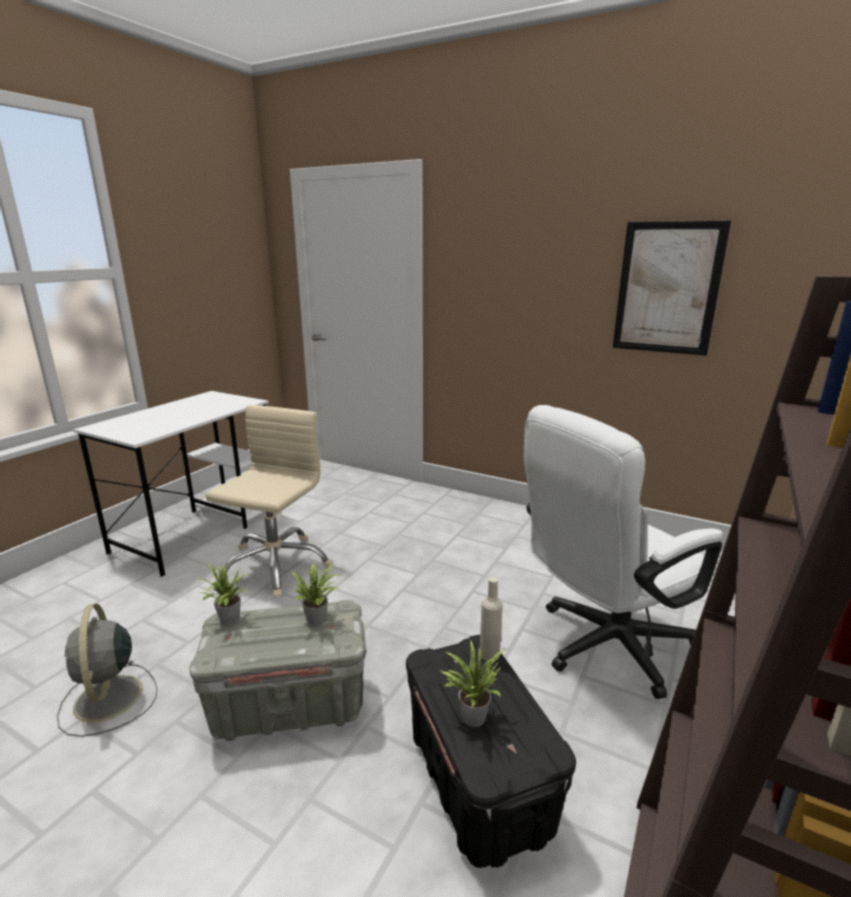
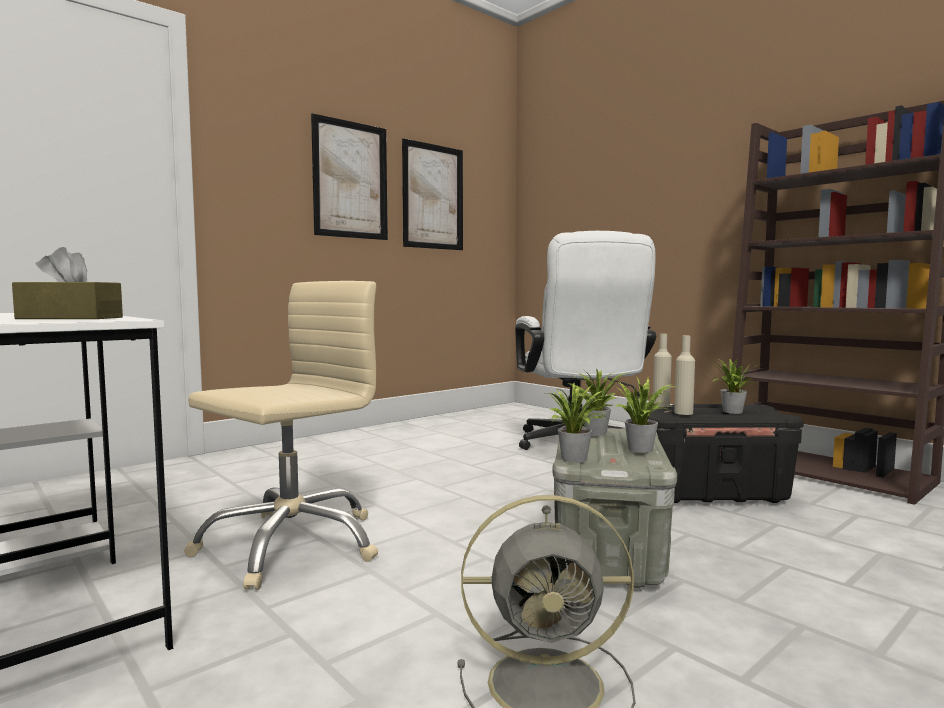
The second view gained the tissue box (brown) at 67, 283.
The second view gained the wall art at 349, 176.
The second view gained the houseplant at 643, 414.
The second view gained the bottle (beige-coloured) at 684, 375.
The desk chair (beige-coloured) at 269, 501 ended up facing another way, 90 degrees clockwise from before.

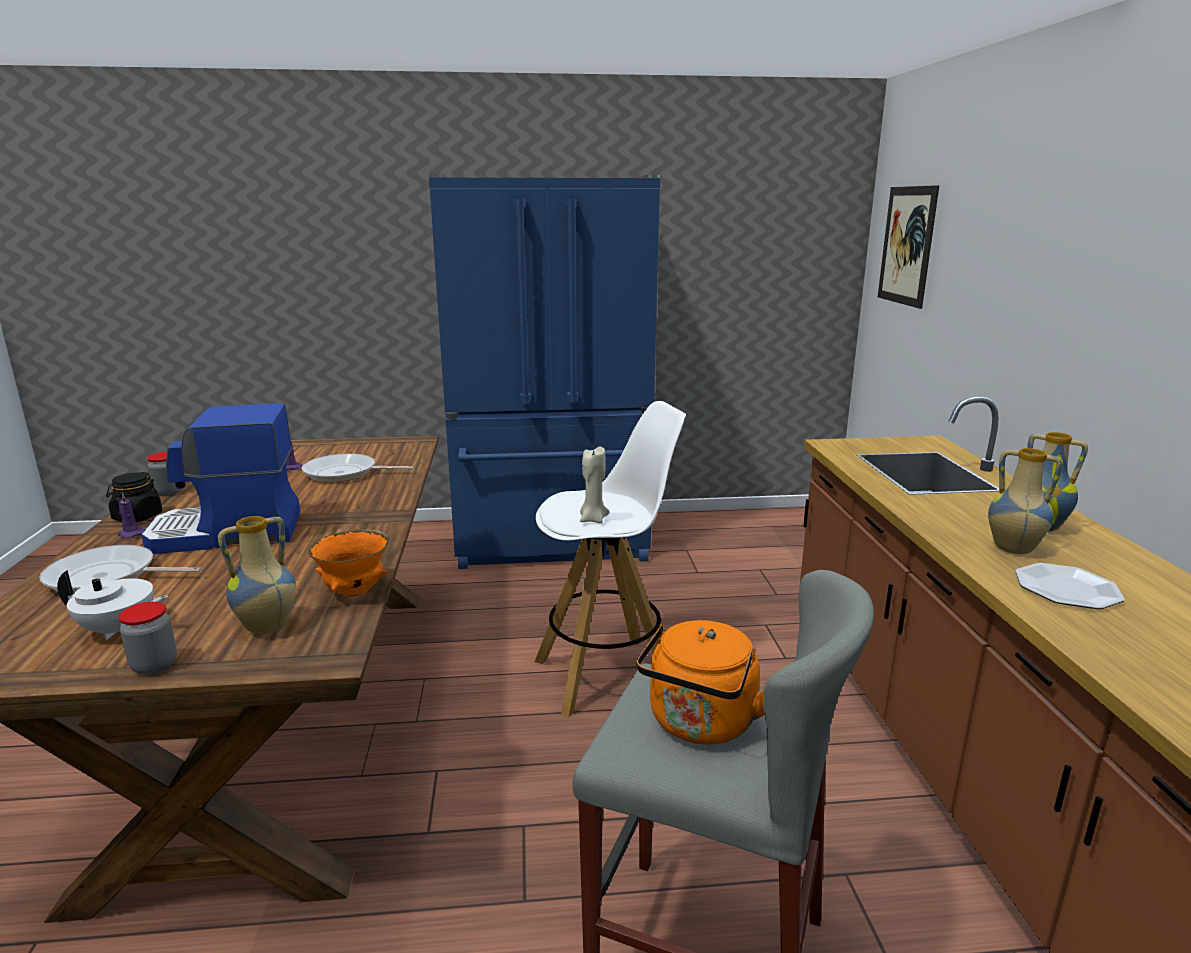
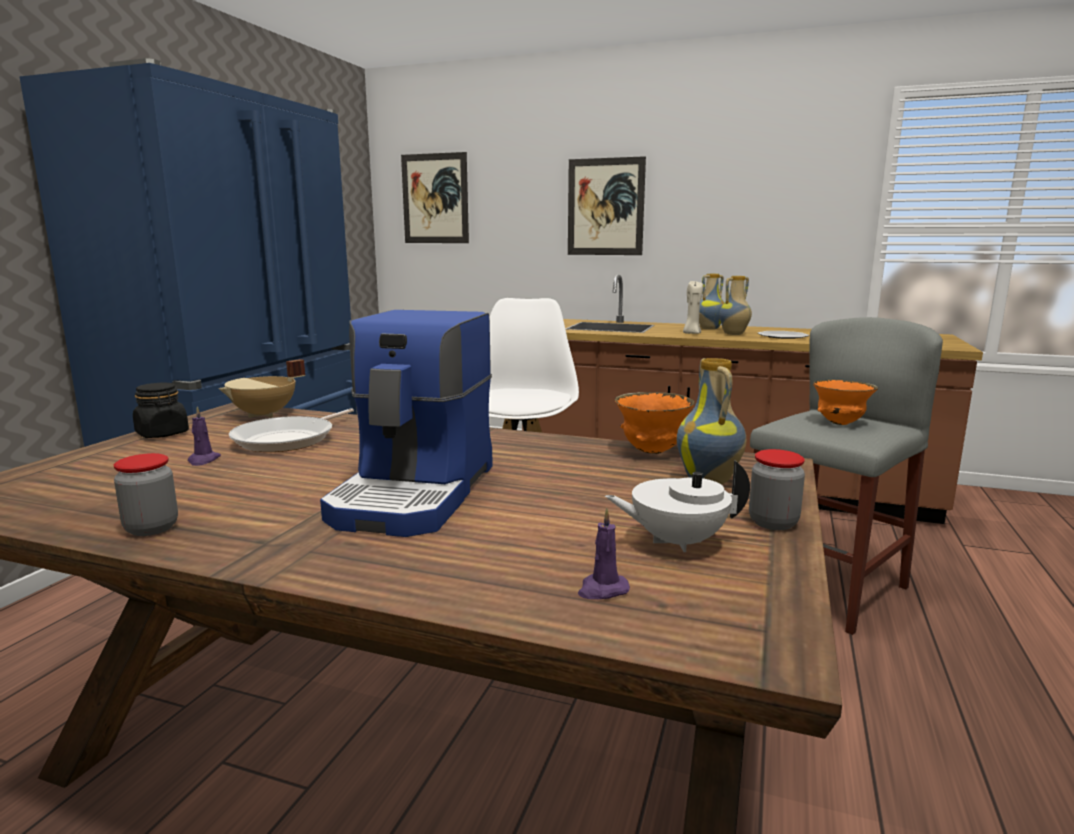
The second view lost the frying pan at 120, 569.
The second view gained the saucepot (beige-coloured) at 262, 388.
The second view gained the wall art at 607, 205.
The jar (black-coloured) ended up elsewhere, having gone from 134, 497 to 161, 410.
The wax candle (purple-coloured) ended up elsewhere, having gone from 131, 515 to 604, 553.
The wax candle (beige-coloured) ended up elsewhere, having gone from 595, 484 to 693, 307.
Where the tea kettle (orange-coloured) stood at 700, 682, the bowl (orange-coloured) came to stand at 846, 402.
The teapot (white) at 112, 605 ended up facing another way, 120 degrees counterclockwise from before.

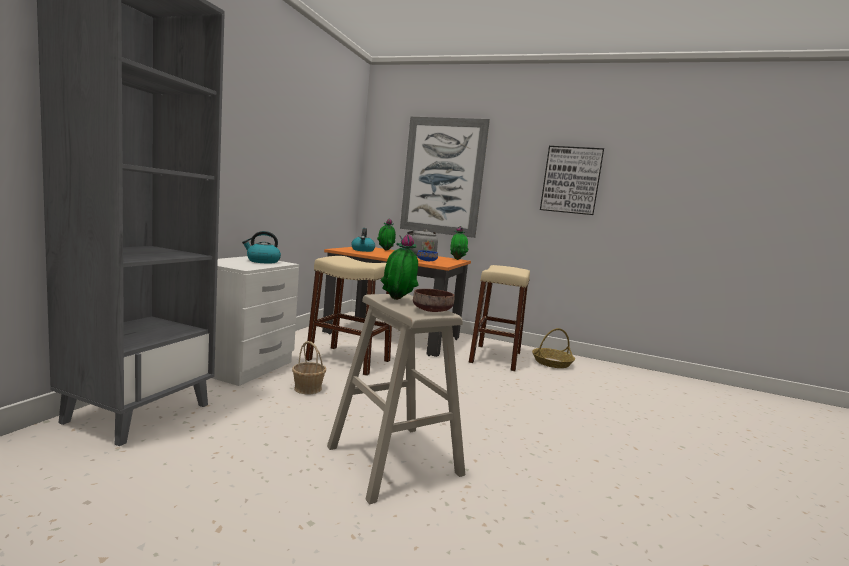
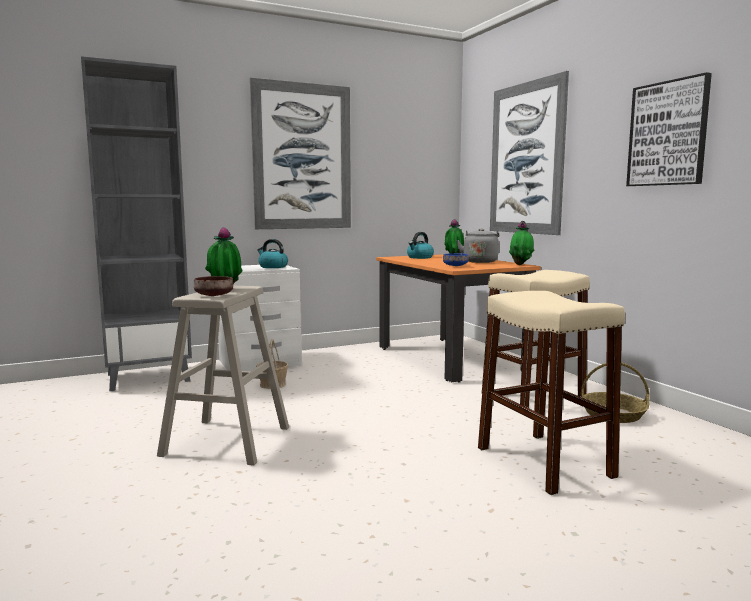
The second view gained the wall art at 300, 153.
The sitting stool (beige-coloured) ended up elsewhere, having gone from 349, 316 to 551, 393.

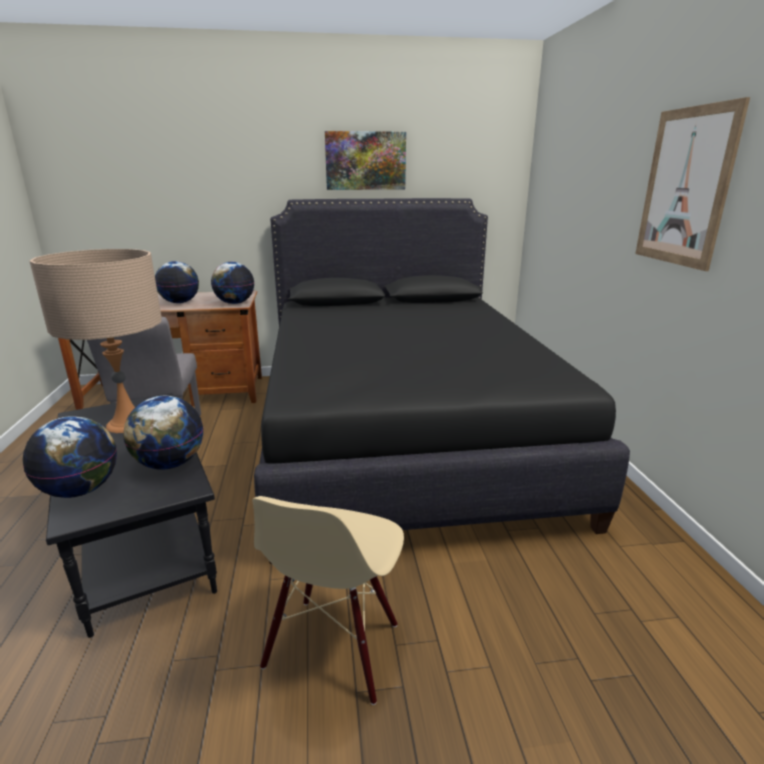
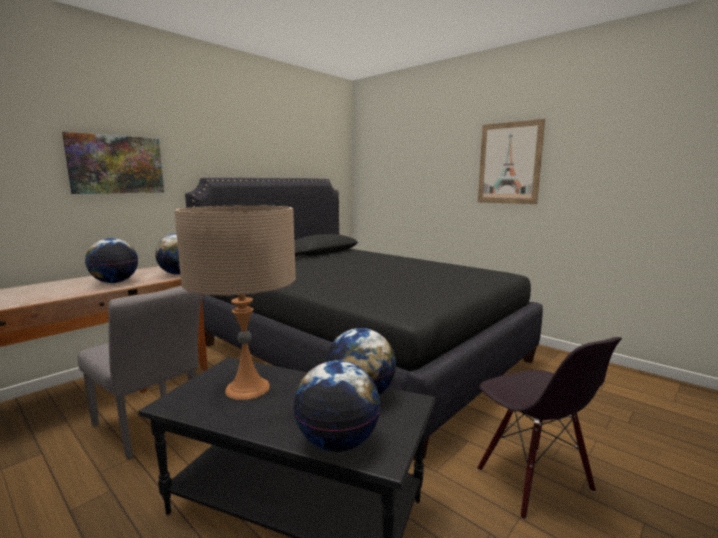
The wall art ended up elsewhere, having gone from 365, 160 to 113, 163.
What was the chair (beige-coloured) at 328, 600 turned into the chair (black-coloured) at 549, 428.

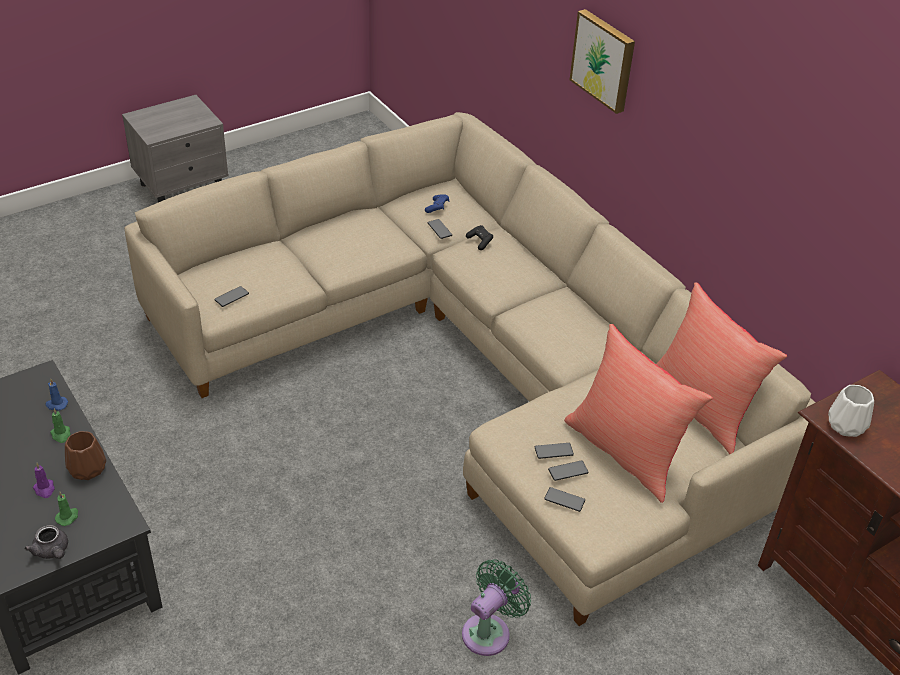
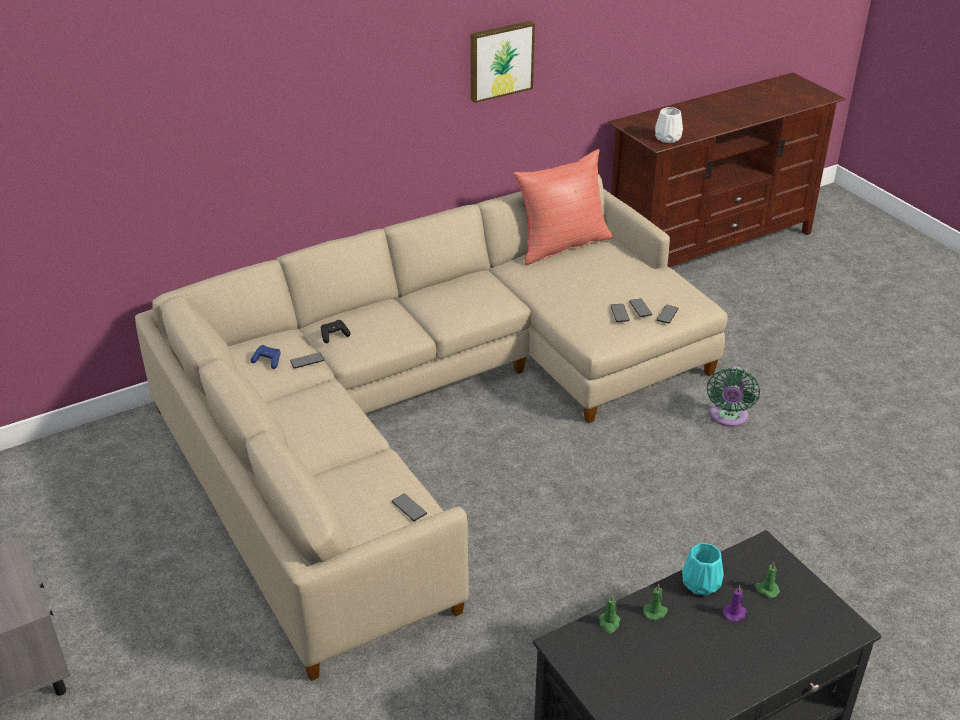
The second view lost the teapot (greyish) at 46, 542.
The second view lost the pillow (reddish) at 638, 413.
The wall art ended up elsewhere, having gone from 602, 61 to 502, 62.
What was the wax candle (blue) at 56, 394 turned into the wax candle (green-coloured) at 609, 614.
What was the vase (brown) at 85, 455 turned into the vase (turquoise) at 703, 569.
The fan (green-coloured) at 496, 607 ended up facing another way, 120 degrees counterclockwise from before.

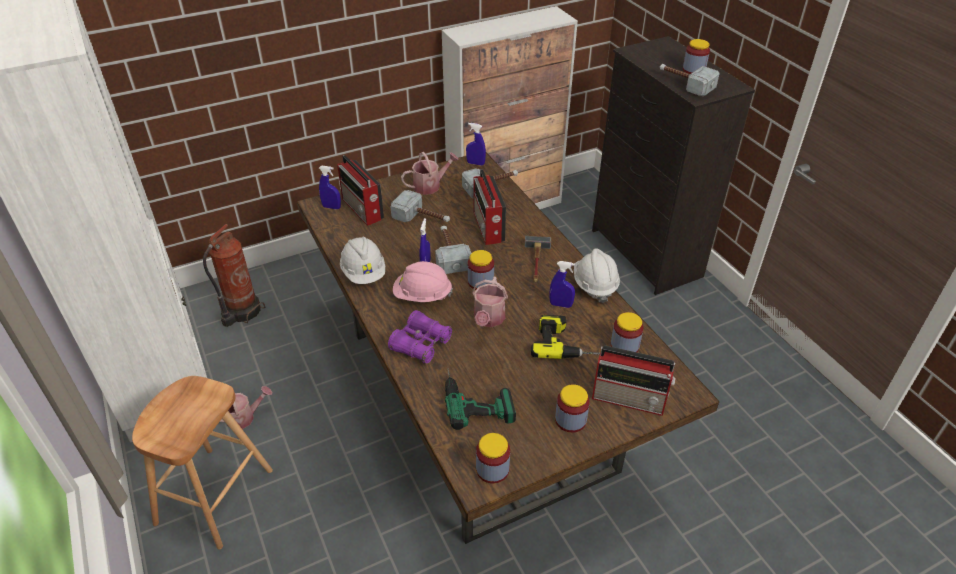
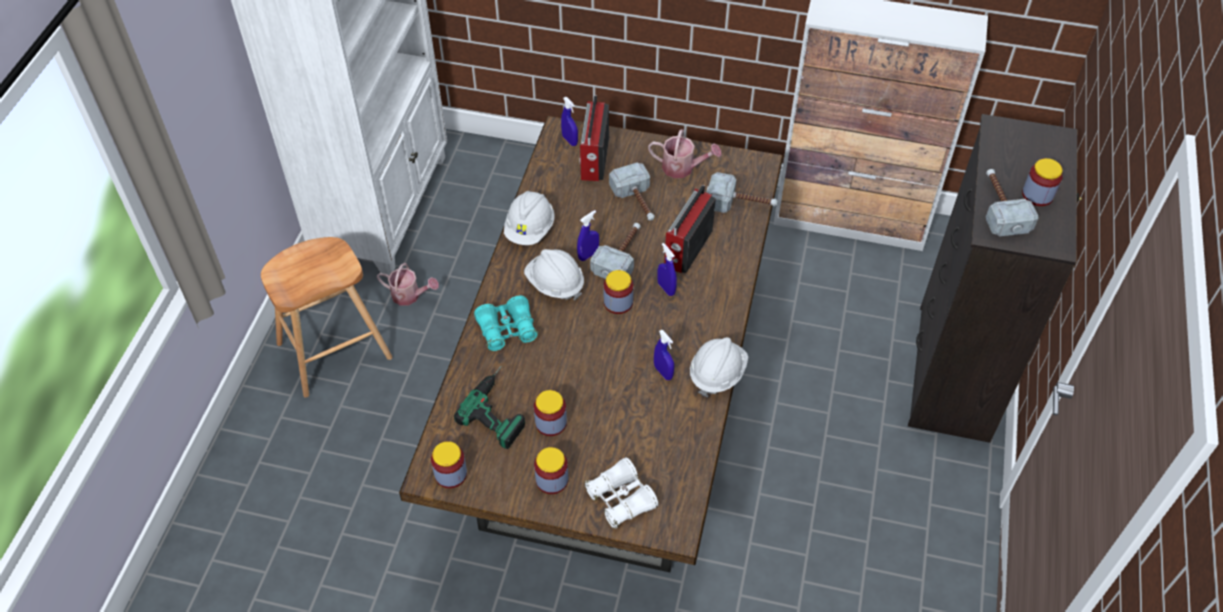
The second view lost the fire-fighting cylinder at 234, 275.
The second view lost the watering pot at 490, 302.
The second view lost the hand hammer at 538, 259.
The second view lost the power drill at 565, 337.
The sprayer (blue) ended up elsewhere, having gone from 476, 144 to 667, 269.
The jar ended up elsewhere, having gone from 627, 332 to 550, 413.
Where the radio stood at 634, 380, the pair of binoculars (white) came to stand at 621, 493.
What was the pair of binoculars (purple-coloured) at 420, 337 turned into the pair of binoculars (turquoise) at 506, 323.
What was the work helmet (pink-coloured) at 423, 281 turned into the work helmet (white) at 554, 274.

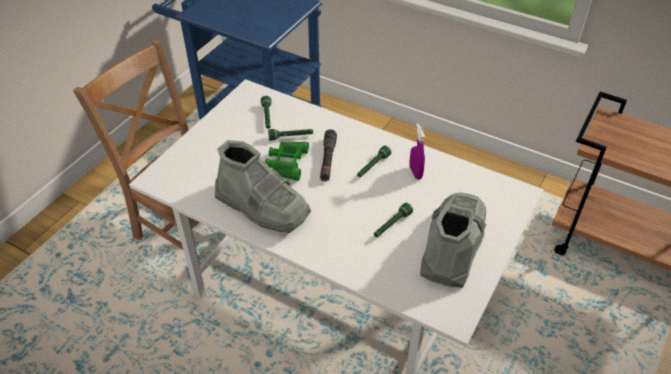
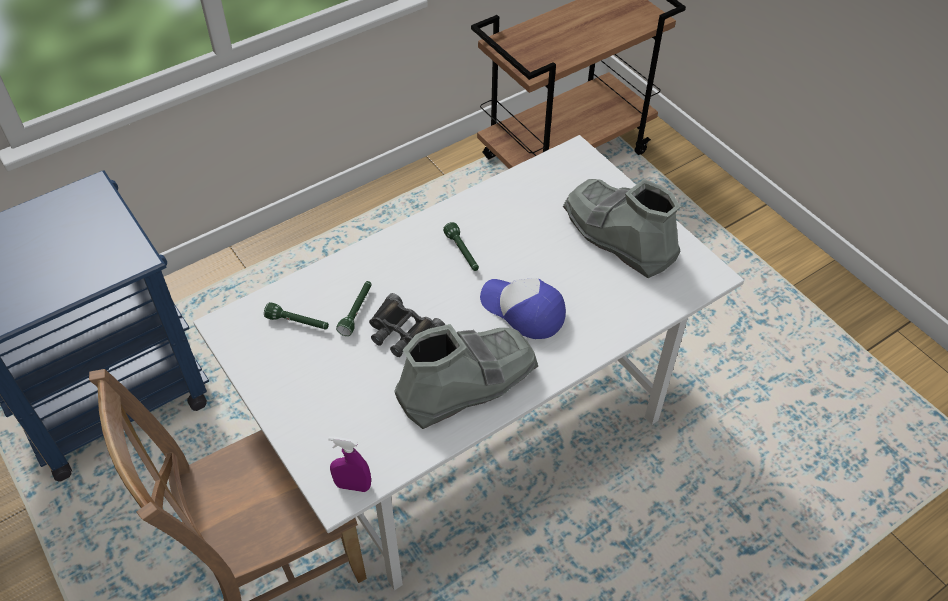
The second view lost the hand torch (black-coloured) at 328, 155.
The second view lost the hand torch (green-coloured) at 393, 220.
The second view gained the cap at 523, 309.
The sprayer (purple-coloured) ended up elsewhere, having gone from 417, 151 to 349, 464.
What was the pair of binoculars (green-coloured) at 287, 161 turned into the pair of binoculars (black-coloured) at 407, 325.

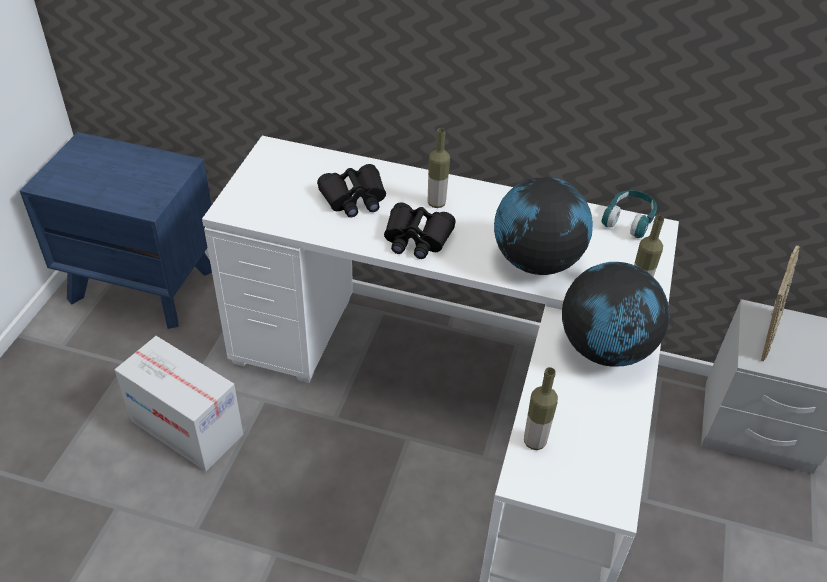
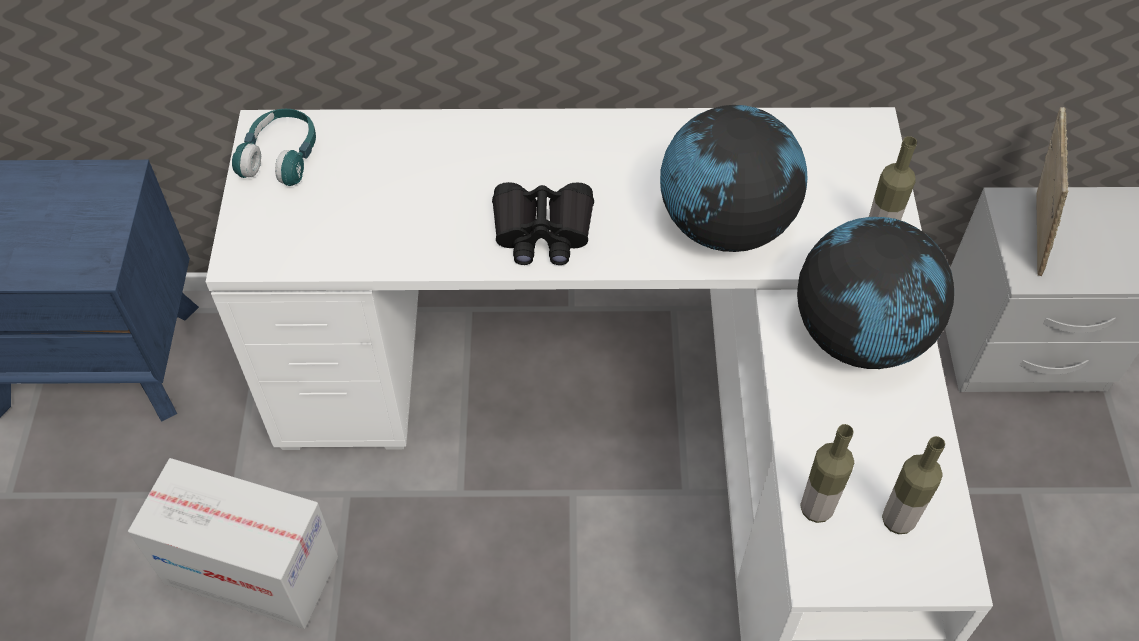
The second view lost the pair of binoculars (black-coloured) at 351, 190.
The bottle ended up elsewhere, having gone from 439, 168 to 913, 485.
The pair of headphones (turquoise) ended up elsewhere, having gone from 629, 214 to 274, 147.

